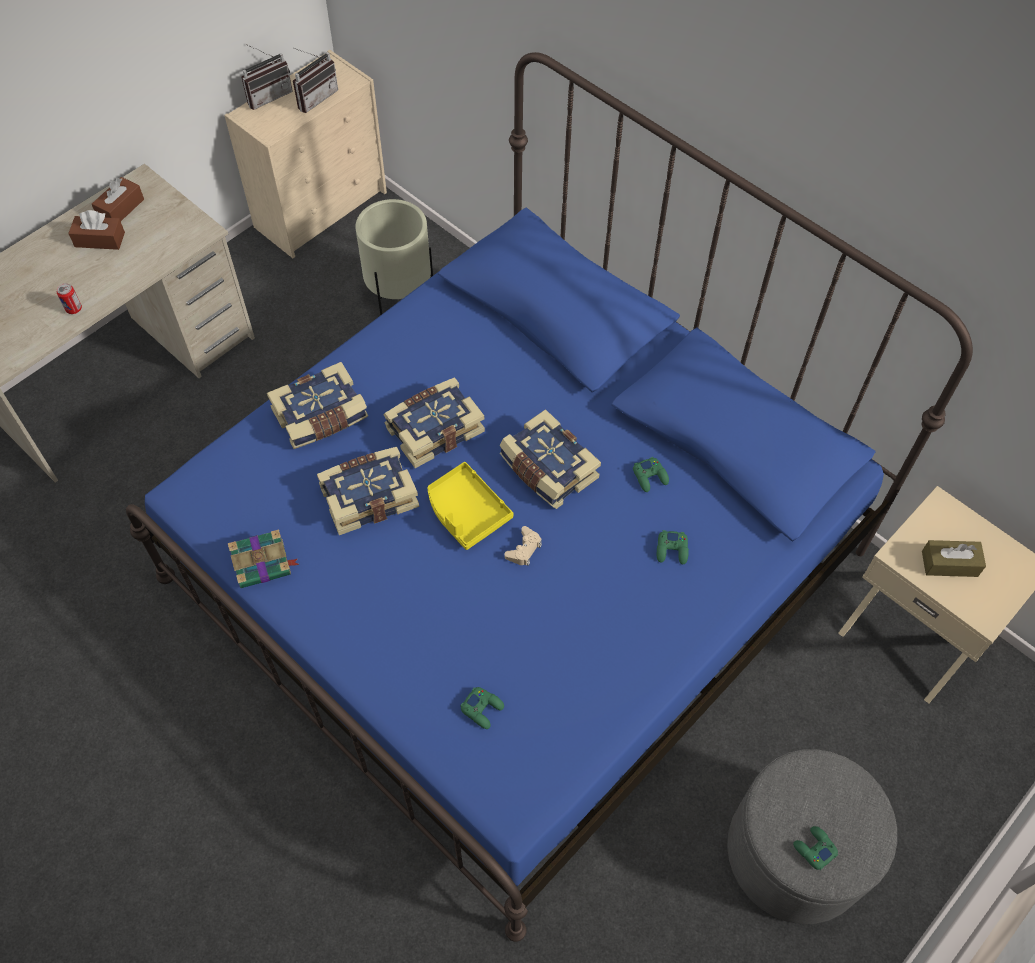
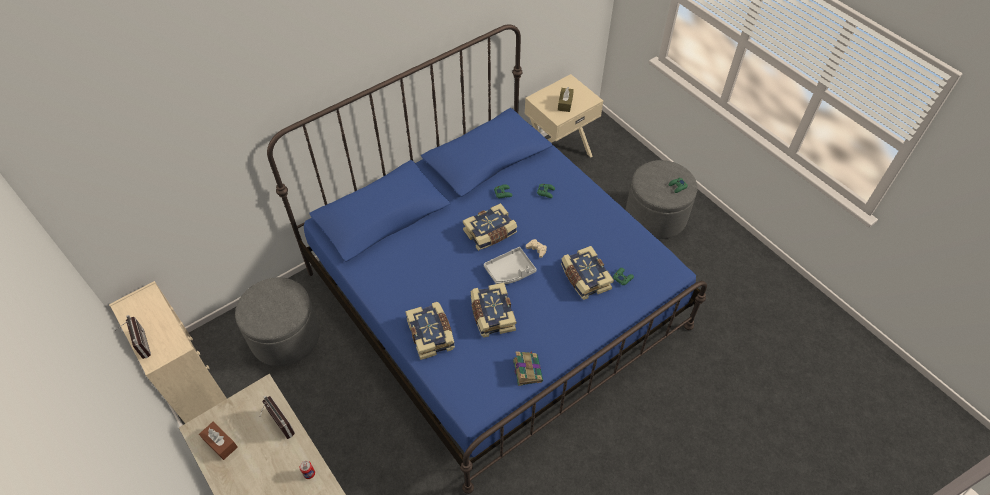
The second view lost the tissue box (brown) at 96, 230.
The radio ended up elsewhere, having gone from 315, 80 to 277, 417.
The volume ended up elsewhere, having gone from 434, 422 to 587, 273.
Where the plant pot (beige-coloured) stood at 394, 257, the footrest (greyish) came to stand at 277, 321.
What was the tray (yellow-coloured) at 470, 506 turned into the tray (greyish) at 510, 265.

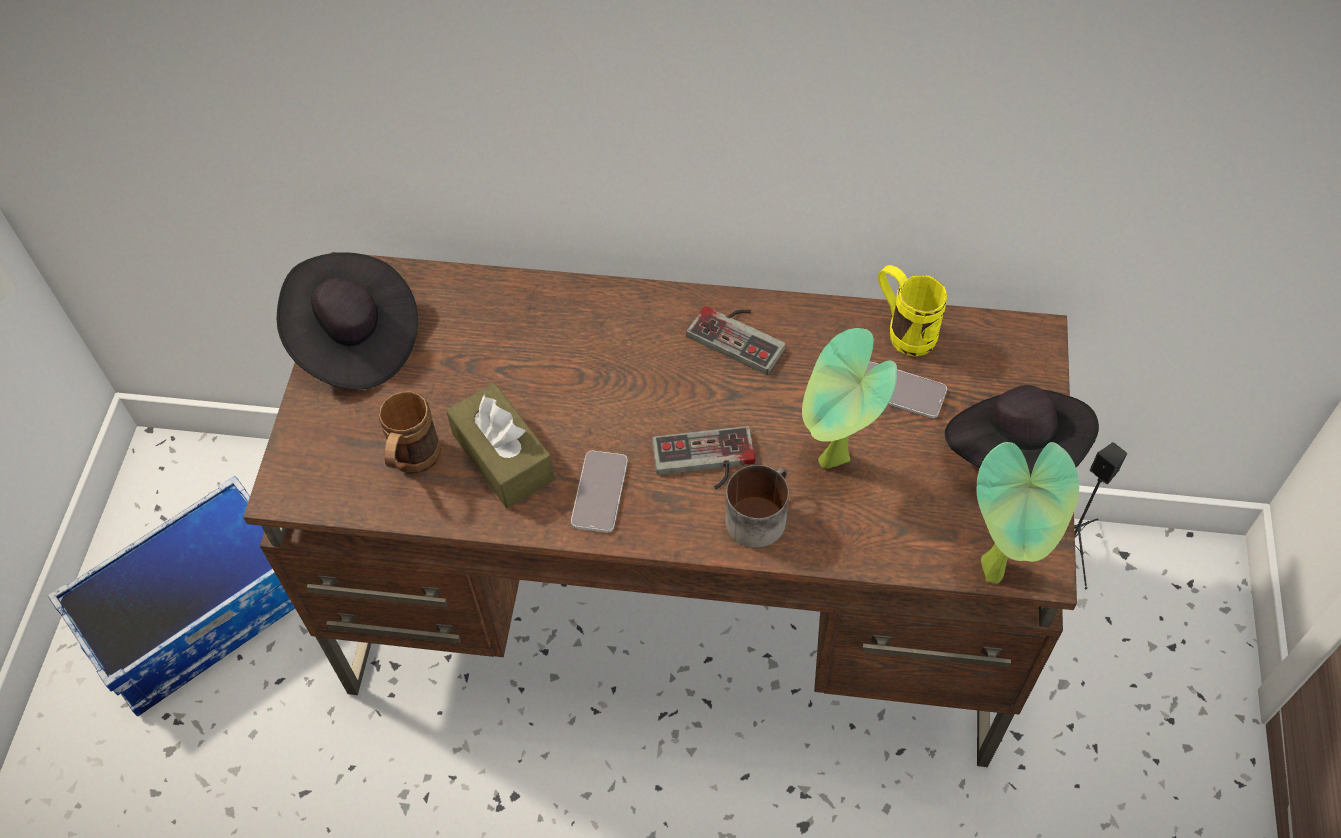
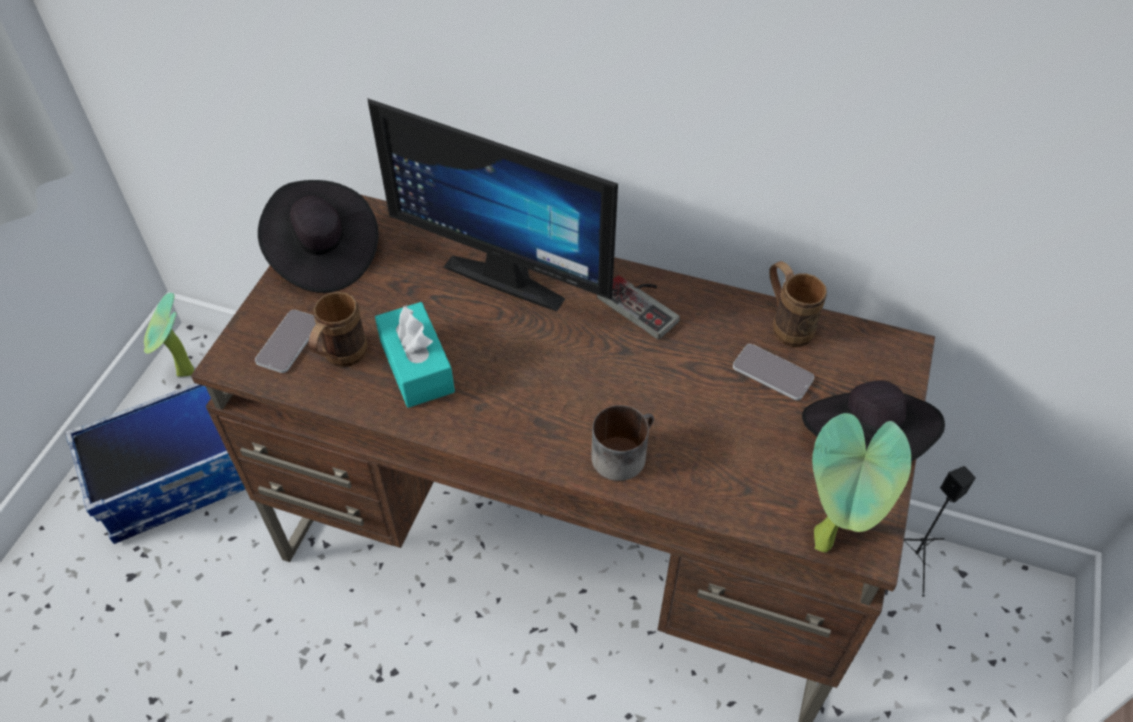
The second view lost the joypad at 703, 457.
The second view gained the monitor at 493, 205.
The phone ended up elsewhere, having gone from 599, 492 to 285, 341.
The houseplant ended up elsewhere, having gone from 849, 398 to 169, 335.
What was the tissue box (brown) at 500, 445 turned into the tissue box (turquoise) at 415, 355.
What was the coffee mug (yellow-coloured) at 912, 311 turned into the coffee mug (brown) at 798, 304.

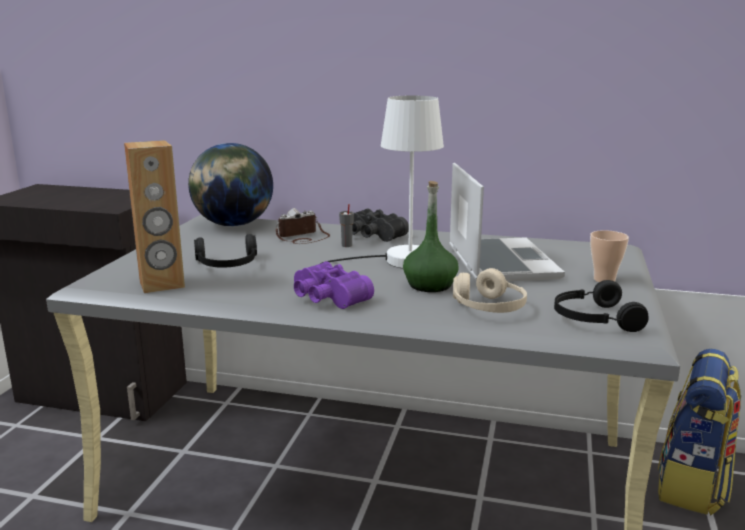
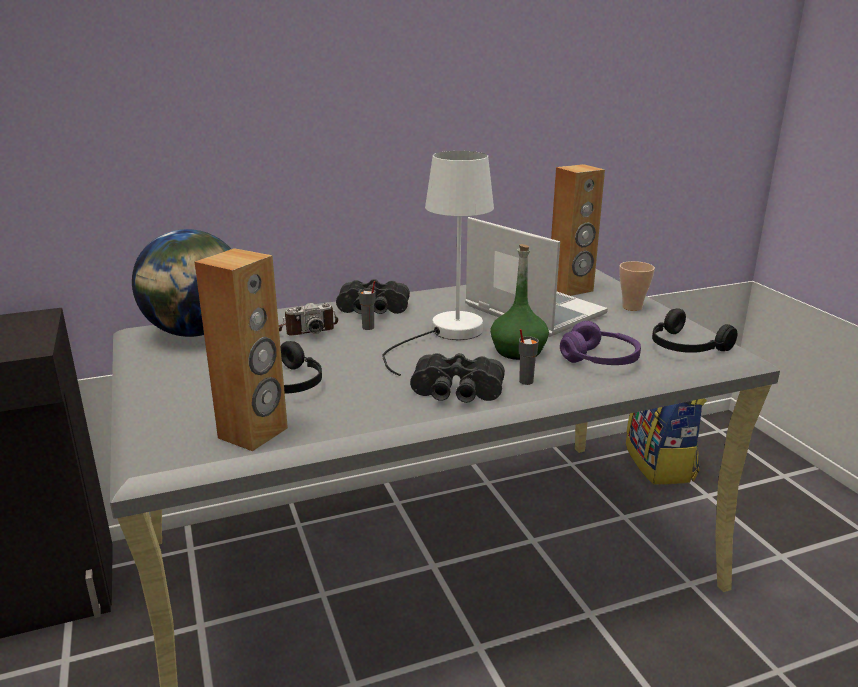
The second view gained the cup (greyish) at 529, 357.
The second view gained the speaker (brown) at 578, 230.
What was the pair of binoculars (purple-coloured) at 334, 285 turned into the pair of binoculars (black-coloured) at 457, 378.
What was the pair of headphones (beige-coloured) at 490, 290 turned into the pair of headphones (purple-coloured) at 600, 343.
The still camera at 302, 226 ended up facing another way, 135 degrees counterclockwise from before.

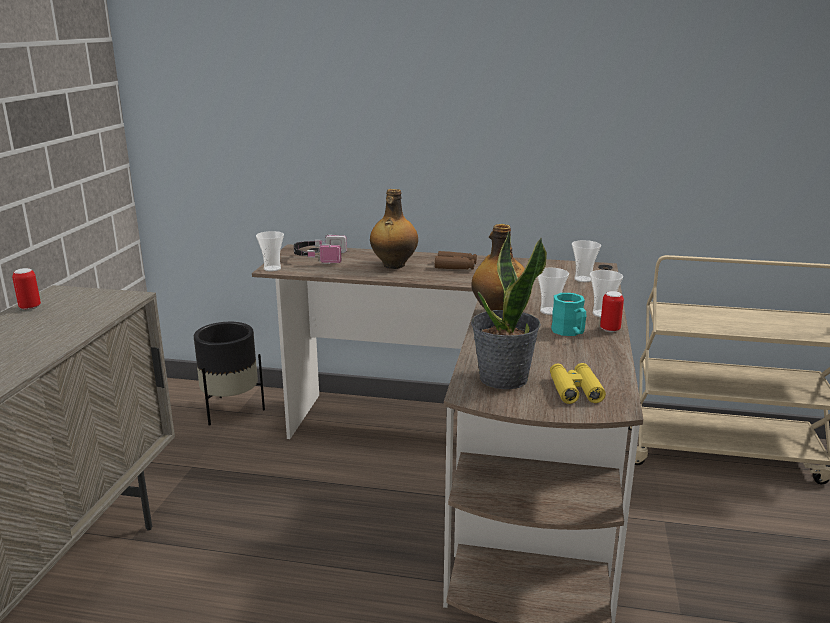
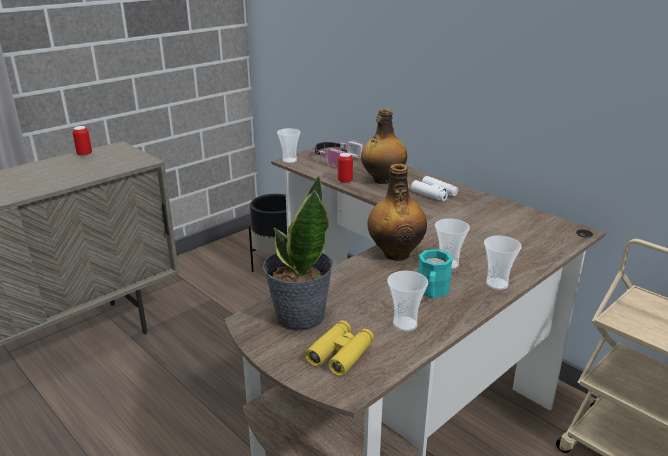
The cup ended up elsewhere, having gone from 586, 261 to 407, 301.
The can ended up elsewhere, having gone from 612, 311 to 345, 168.
What was the pair of binoculars (brown) at 456, 260 turned into the pair of binoculars (white) at 434, 188.

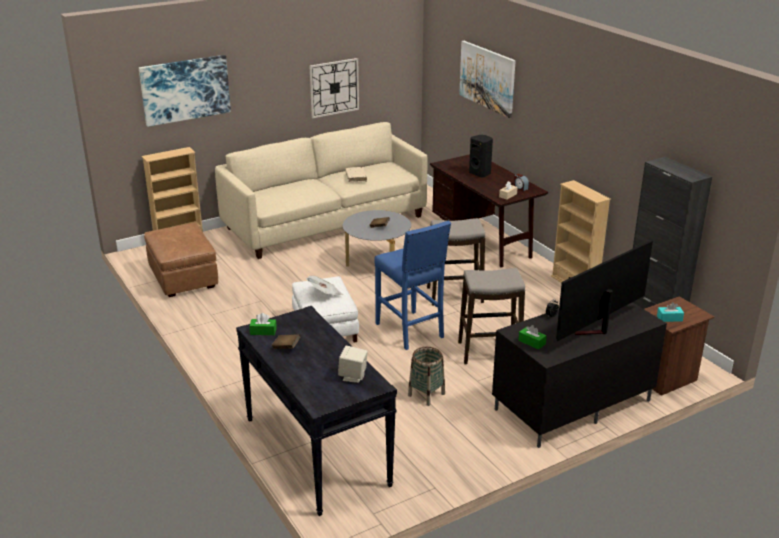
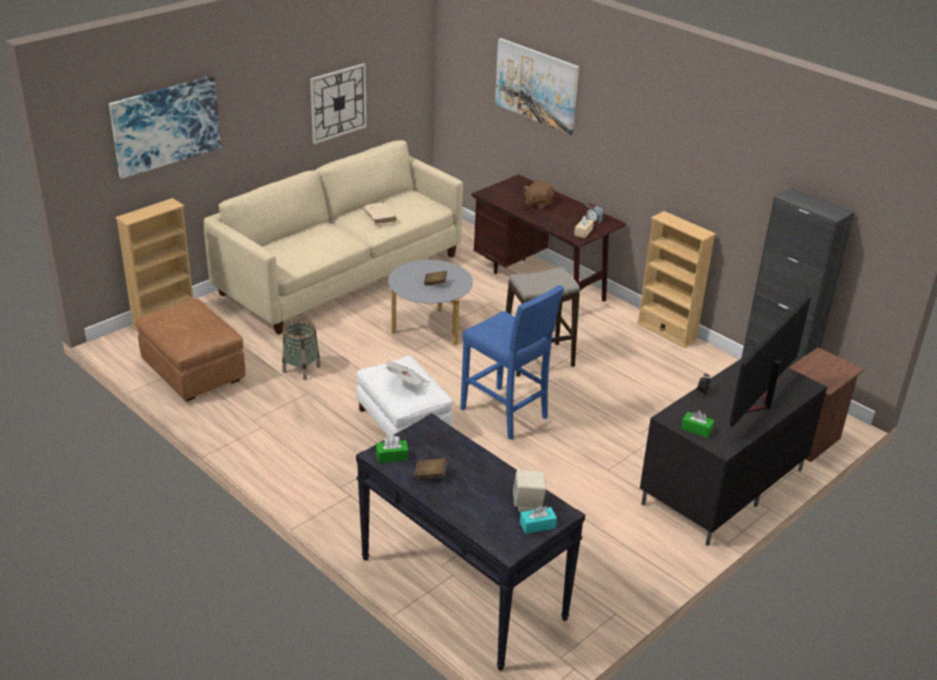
The second view lost the sitting stool at 491, 316.
The storage basket ended up elsewhere, having gone from 426, 376 to 301, 350.
The tissue box (turquoise) ended up elsewhere, having gone from 670, 312 to 538, 519.
Where the speaker (black-coloured) stood at 481, 156, the plush toy (brown) came to stand at 539, 195.

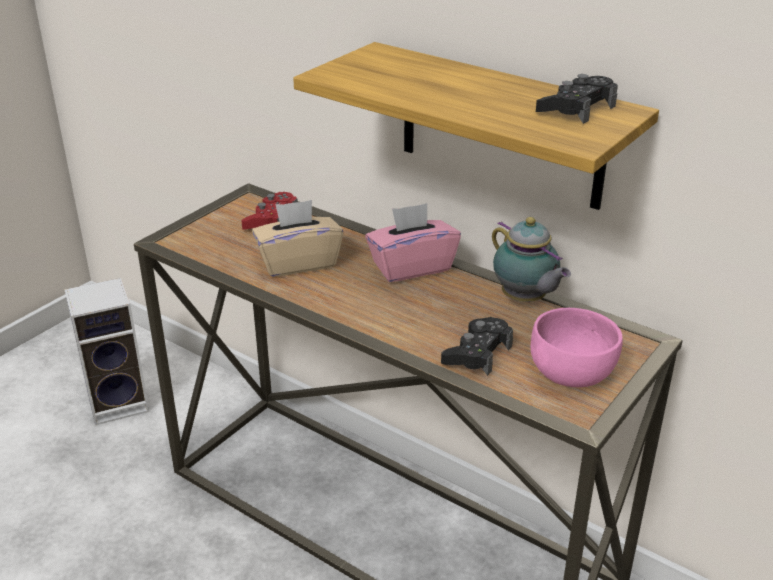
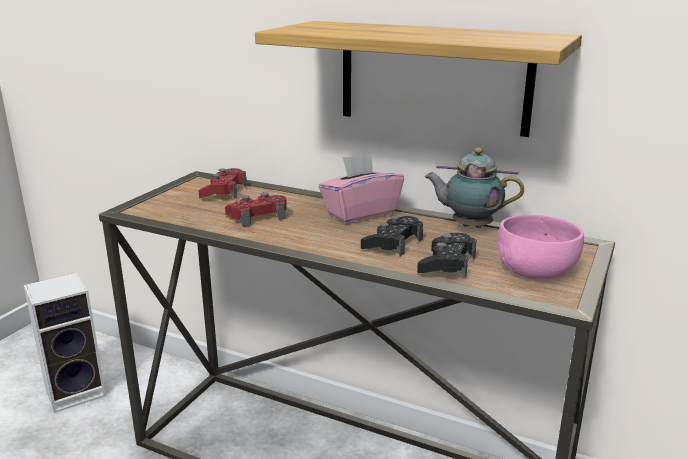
The joypad (black-coloured) ended up elsewhere, having gone from 577, 99 to 392, 236.
Where the tissue box (beige-coloured) stood at 297, 238, the joypad (reddish) came to stand at 256, 209.
The teapot at 531, 259 ended up facing another way, 150 degrees clockwise from before.

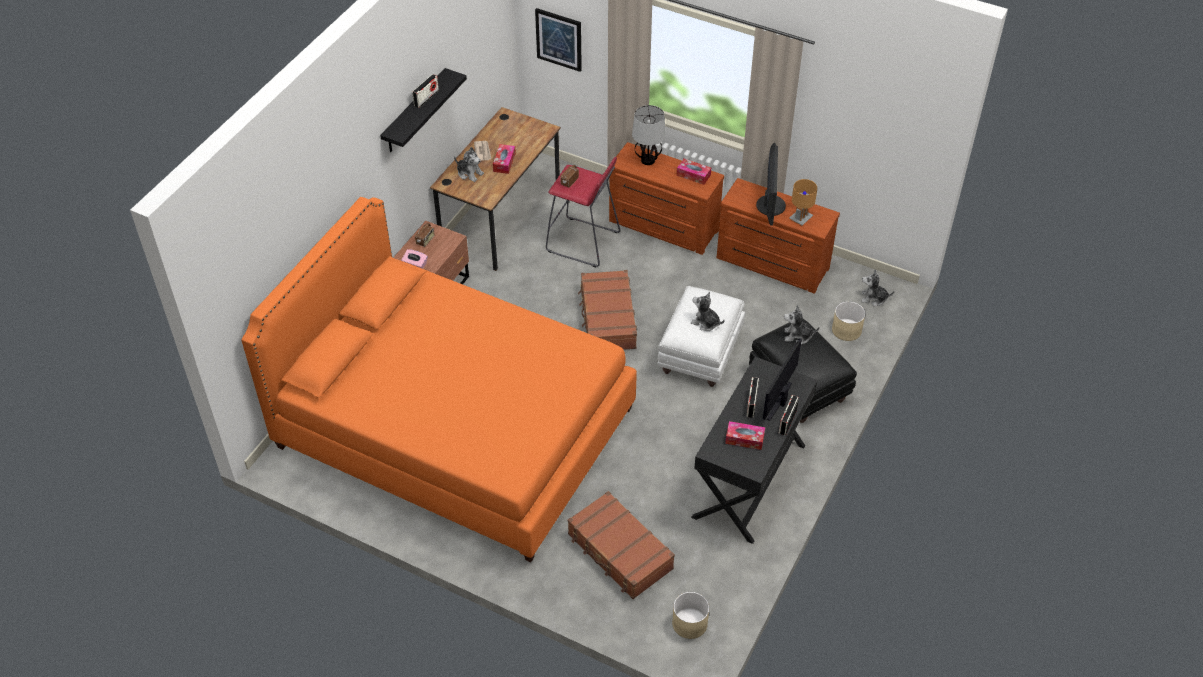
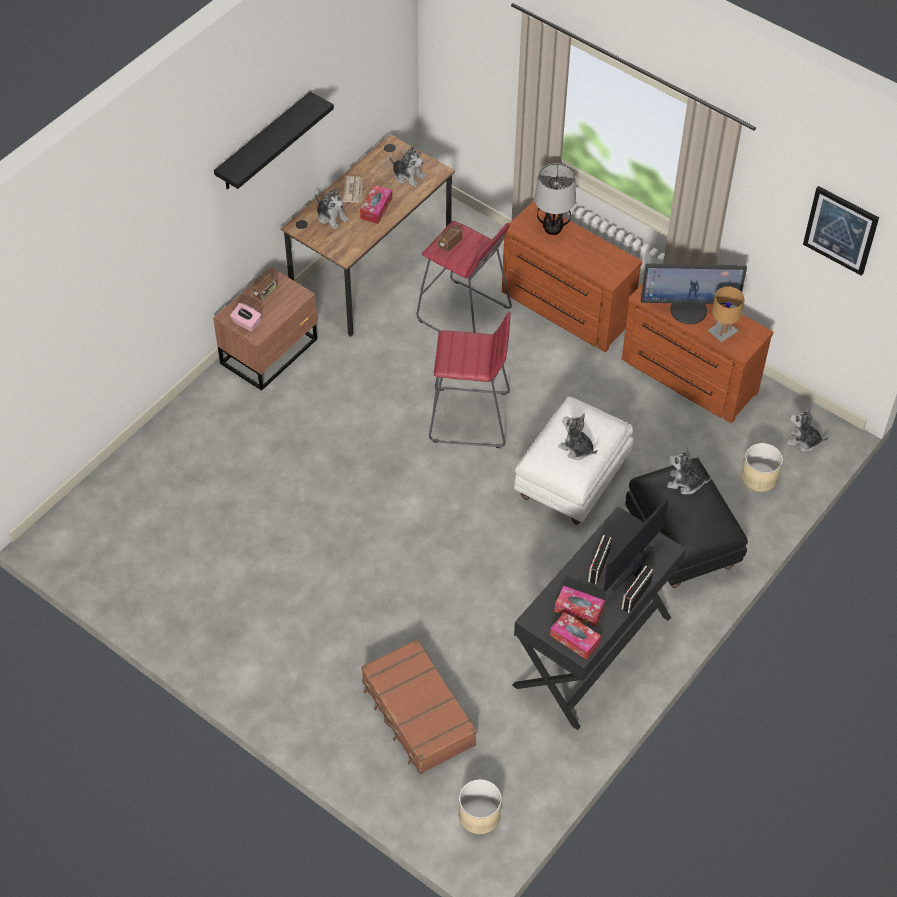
The second view lost the bed (orange-coloured) at 439, 379.
The second view lost the radio at 425, 91.
The second view gained the plush toy at 407, 166.
The wall art ended up elsewhere, having gone from 558, 40 to 841, 231.
The tissue box ended up elsewhere, having gone from 694, 172 to 575, 635.
Where the piece of luggage (brown) stood at 607, 310, the sitting stool (reddish) came to stand at 470, 379.
The monitor at 771, 184 ended up facing another way, 75 degrees clockwise from before.

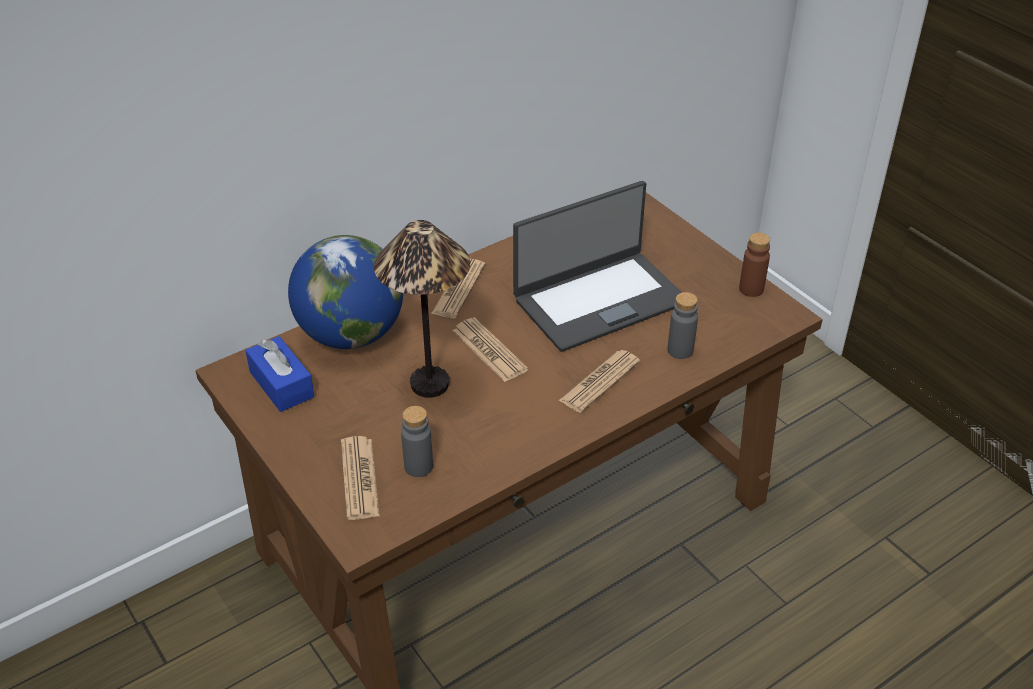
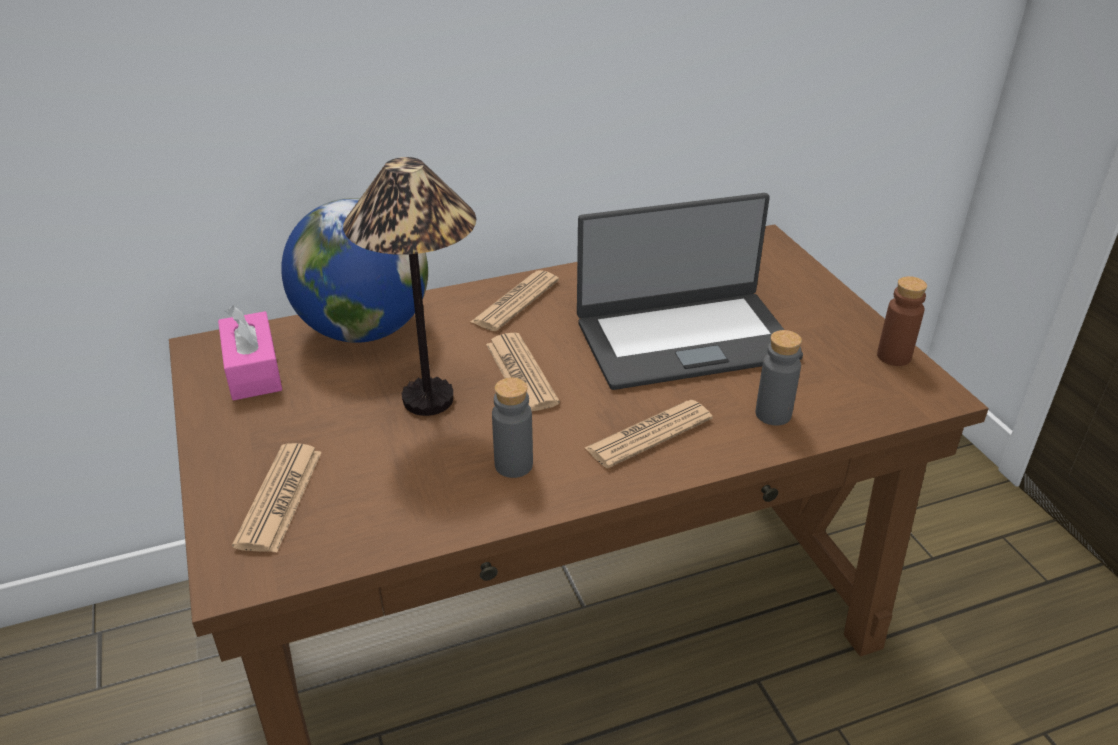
The bottle (greyish) ended up elsewhere, having gone from 417, 441 to 512, 427.
What was the tissue box (blue) at 279, 374 turned into the tissue box (pink-coloured) at 250, 353.

